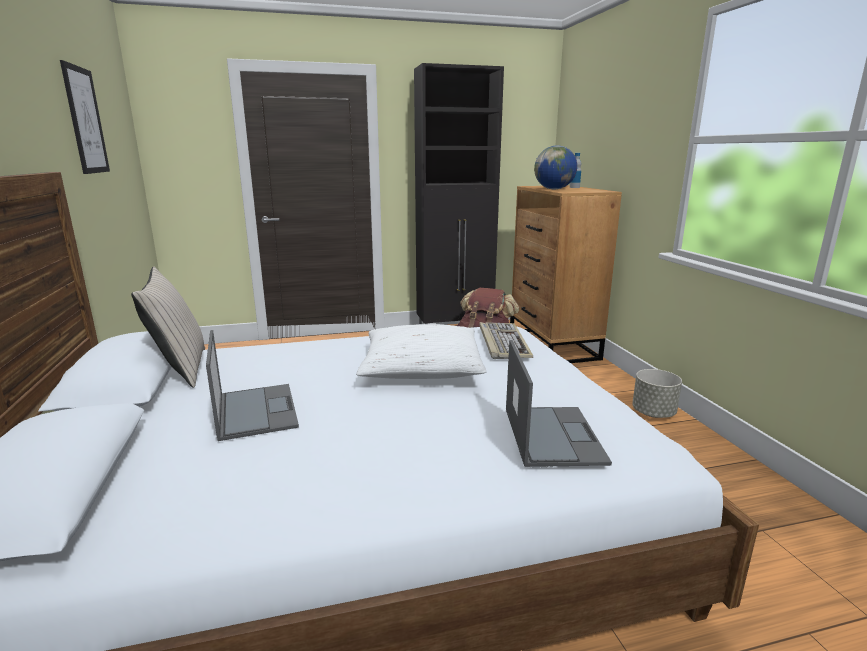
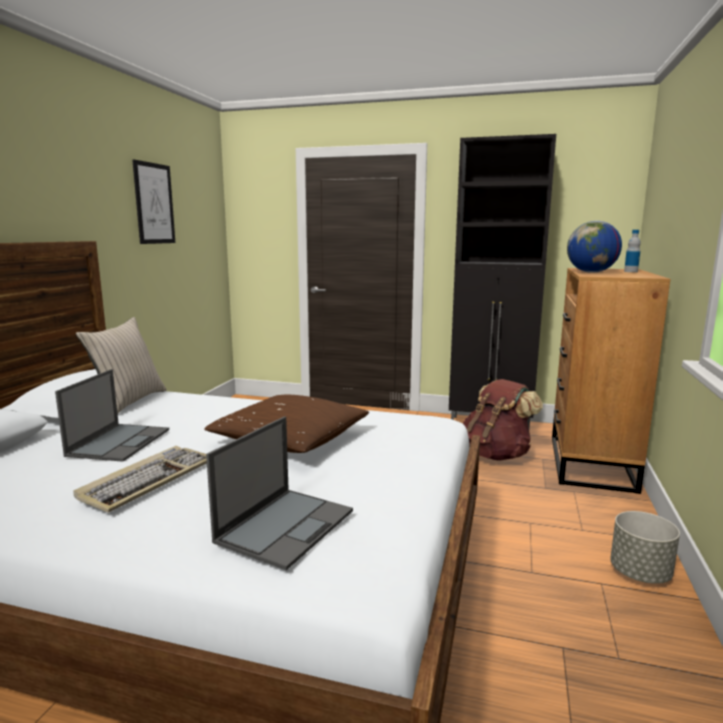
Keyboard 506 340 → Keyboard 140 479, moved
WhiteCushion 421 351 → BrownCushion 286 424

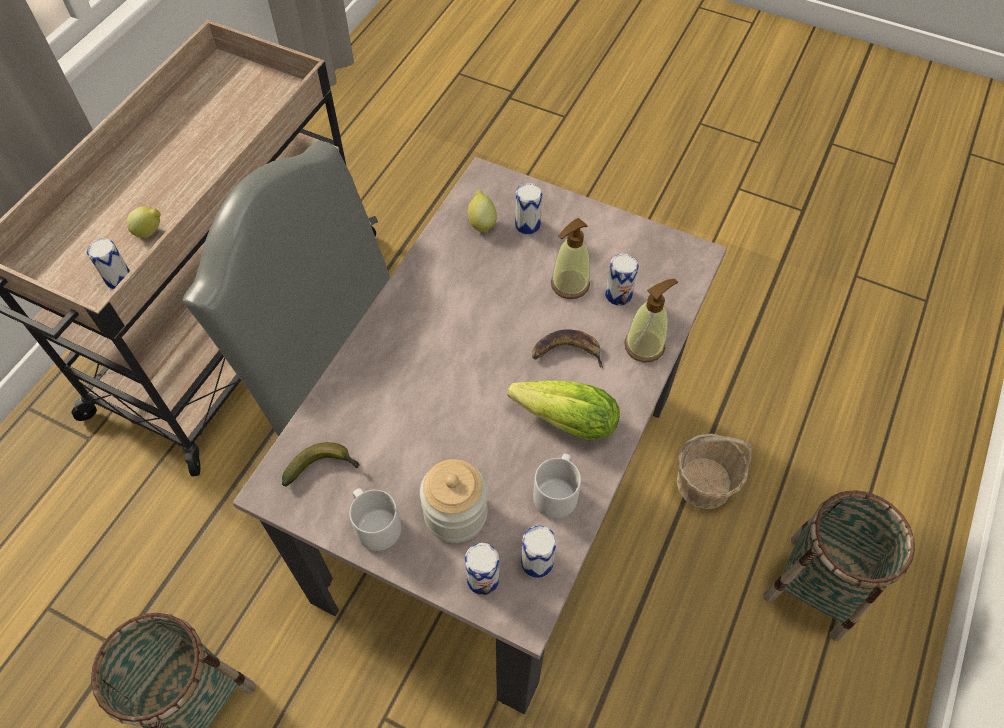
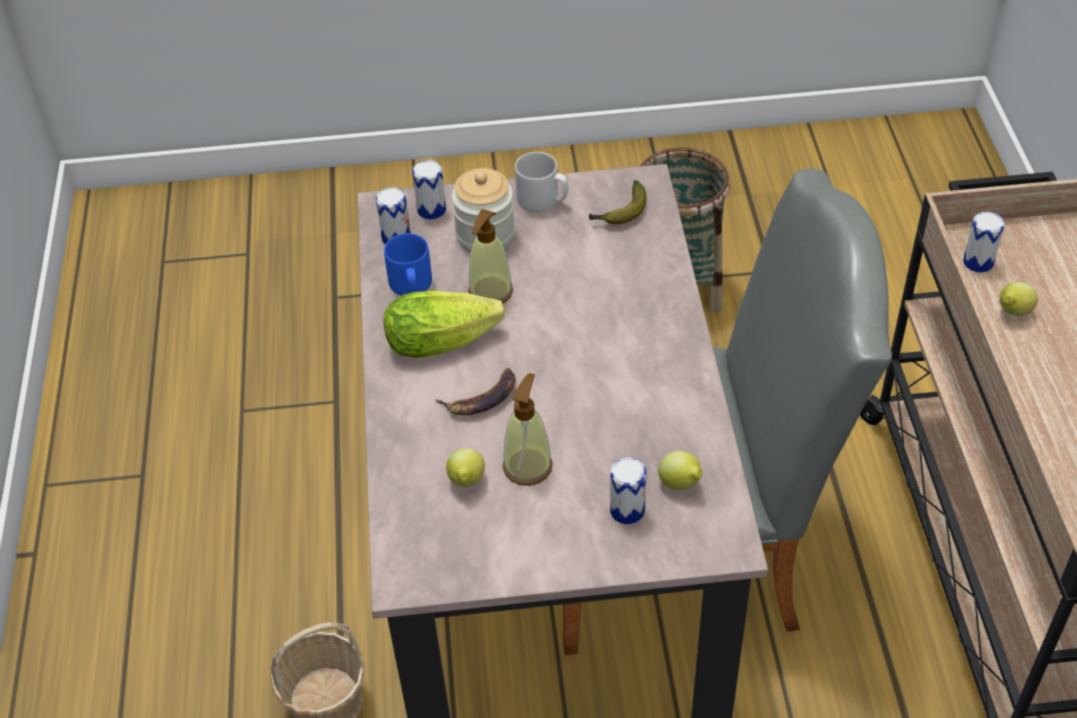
SealedCan 622 280 → CitrusFruit 465 467
SoapDispenser 651 320 → SoapDispenser 490 256, moved
GrayTeaMug 557 486 → BlueColouredTeaMug 408 264
StorageBasket 839 565 → -

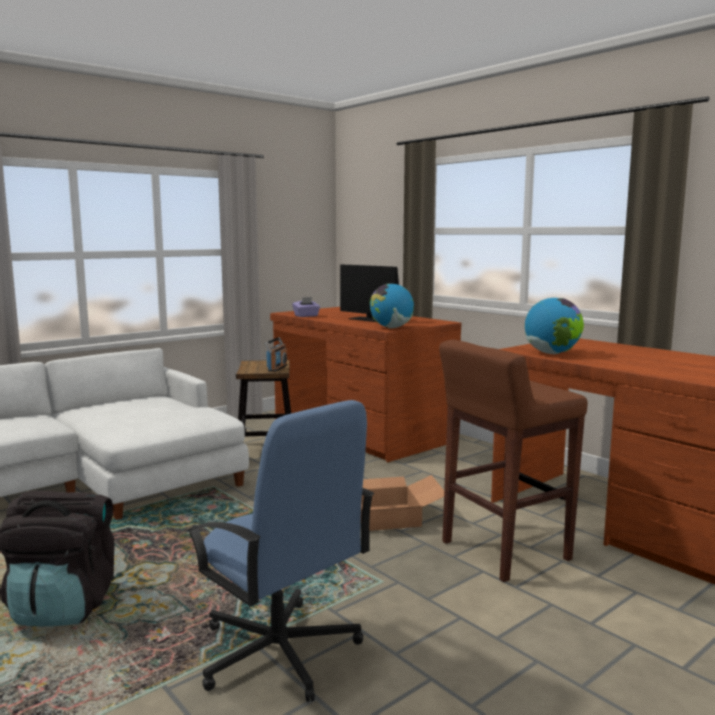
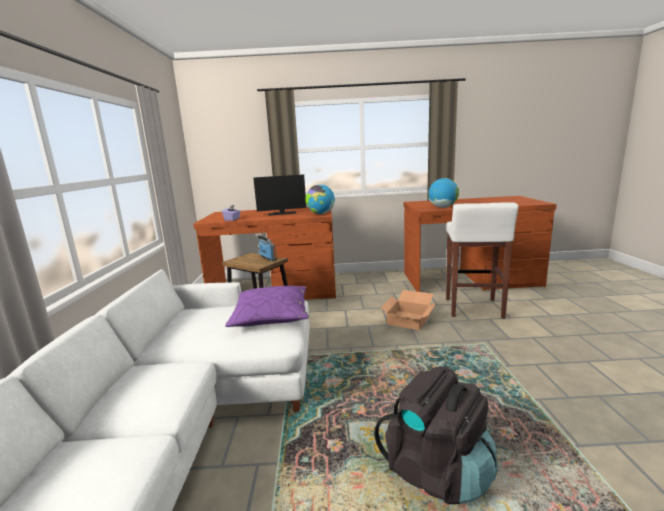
BrownSittingStool 513 461 → WhiteSittingStool 482 260
BlueColouredDeskChair 280 551 → -
- → PurplishCushion 266 306

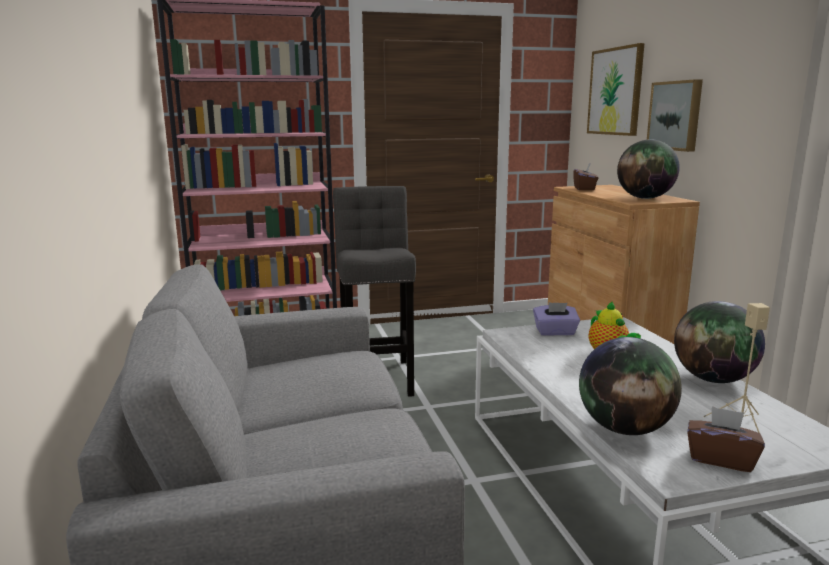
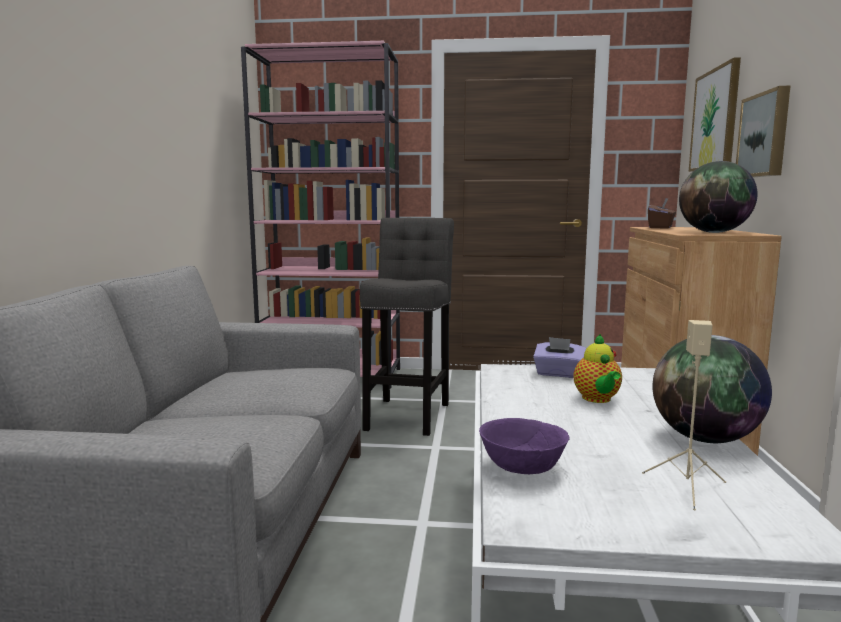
Globe 630 386 → PurplishServingBowl 524 446
BrownBoxOfTissues 726 439 → -

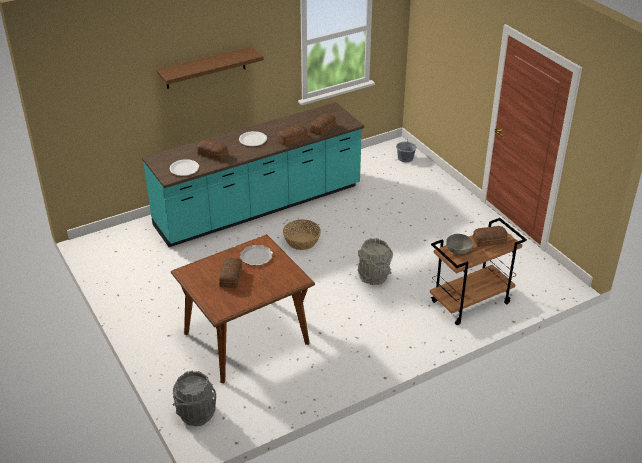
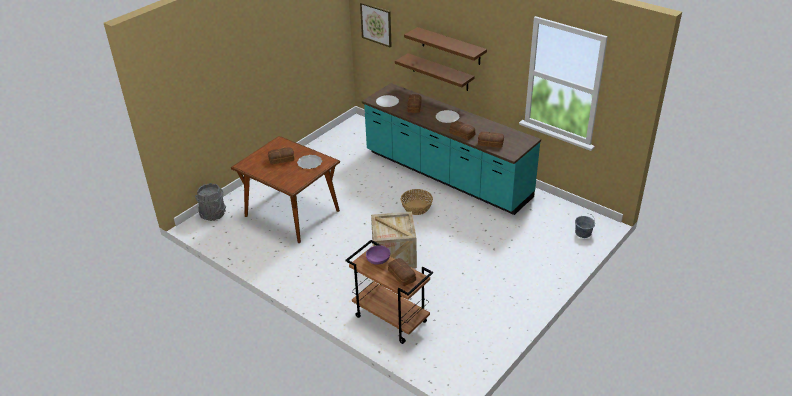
GrayServingBowl 460 244 → PurplishServingBowl 378 255
GrayBucket 375 261 → Crate 394 240
- → WallArt 376 24
- → BrownBracketShelf 435 72

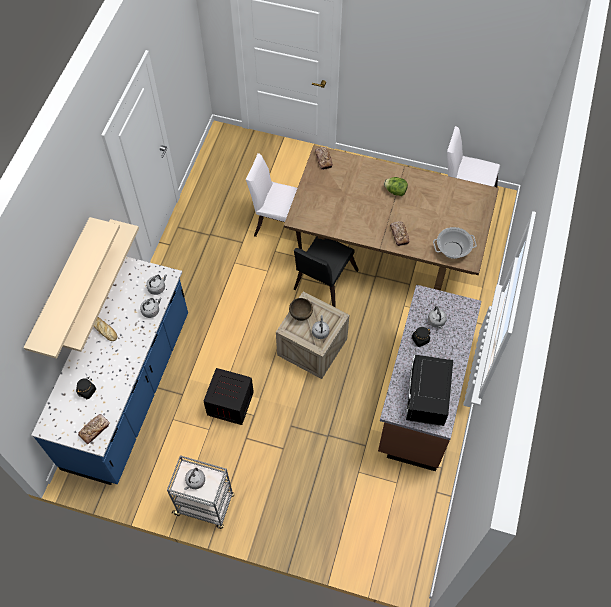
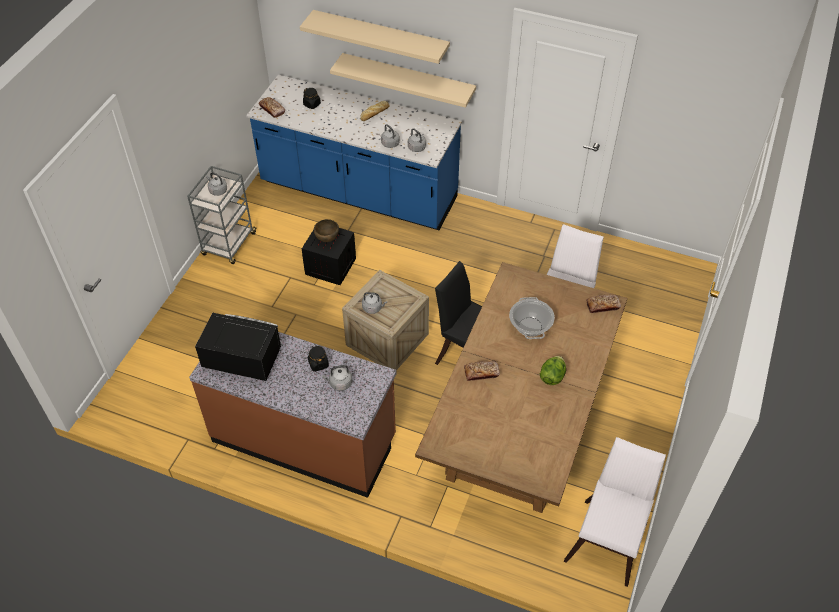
Stockpot 455 243 → Stockpot 532 318, moved
BrownServingBowl 301 309 → BrownServingBowl 326 230, moved

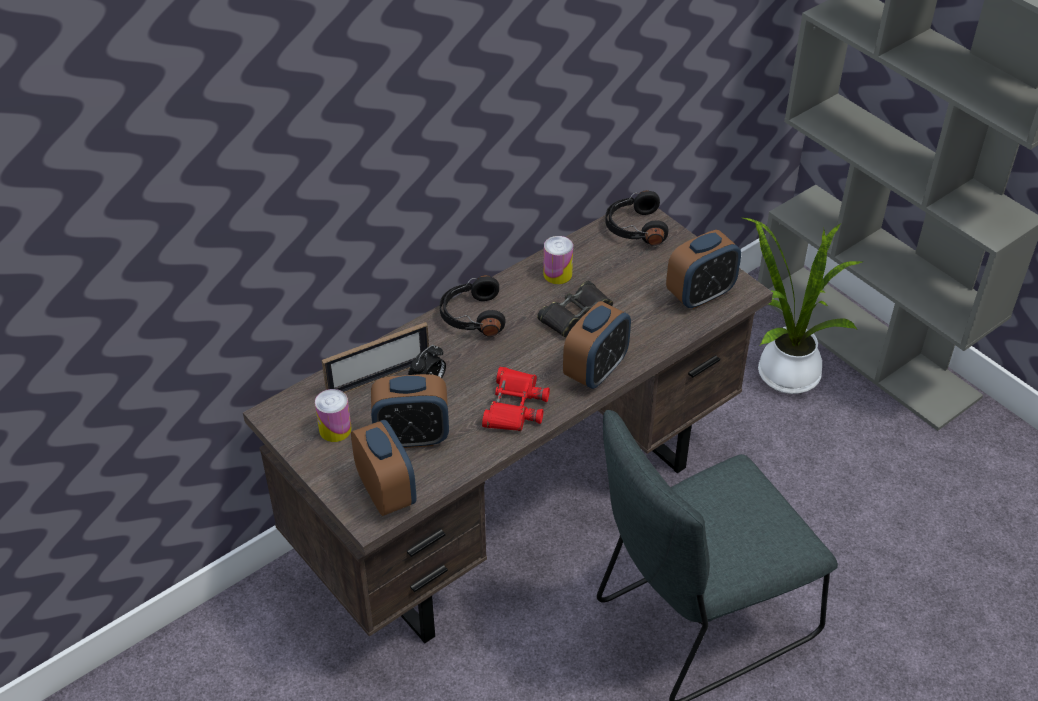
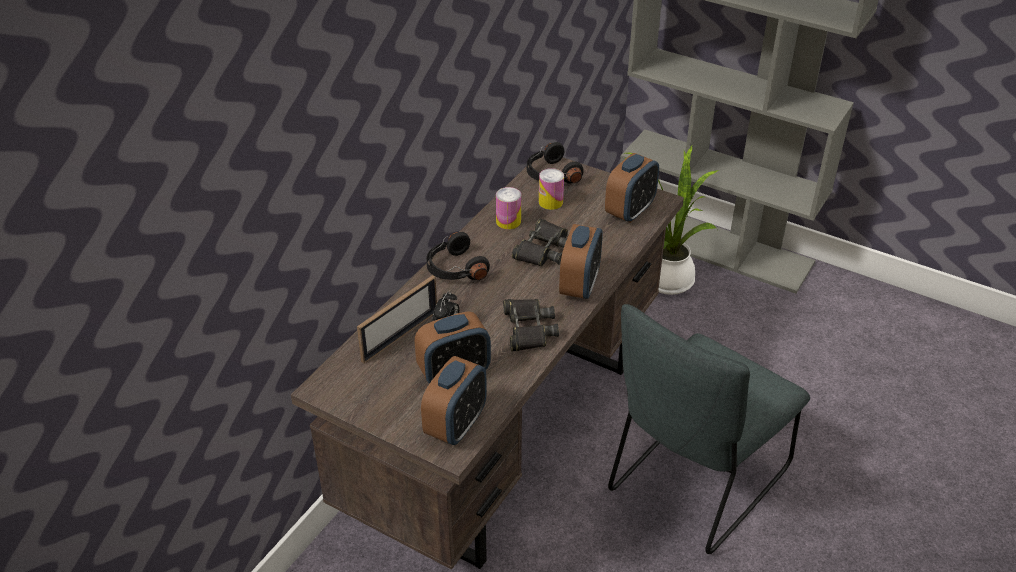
RedColouredPairOfBinoculars 516 399 → BlackPairOfBinoculars 531 325
SealedCan 333 415 → SealedCan 551 189, moved
TableClock 384 468 → TableClock 454 400, 75 degrees clockwise

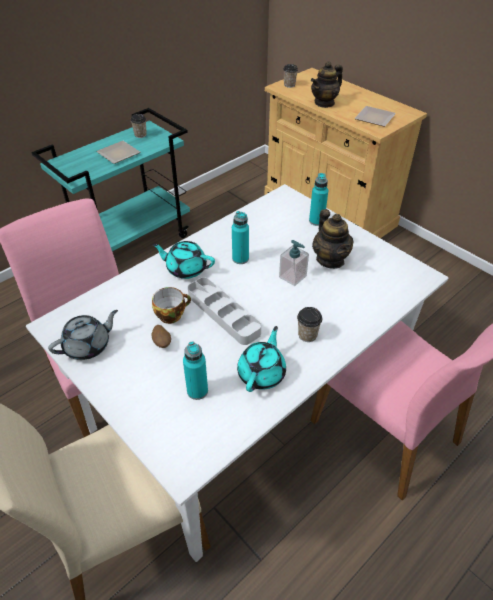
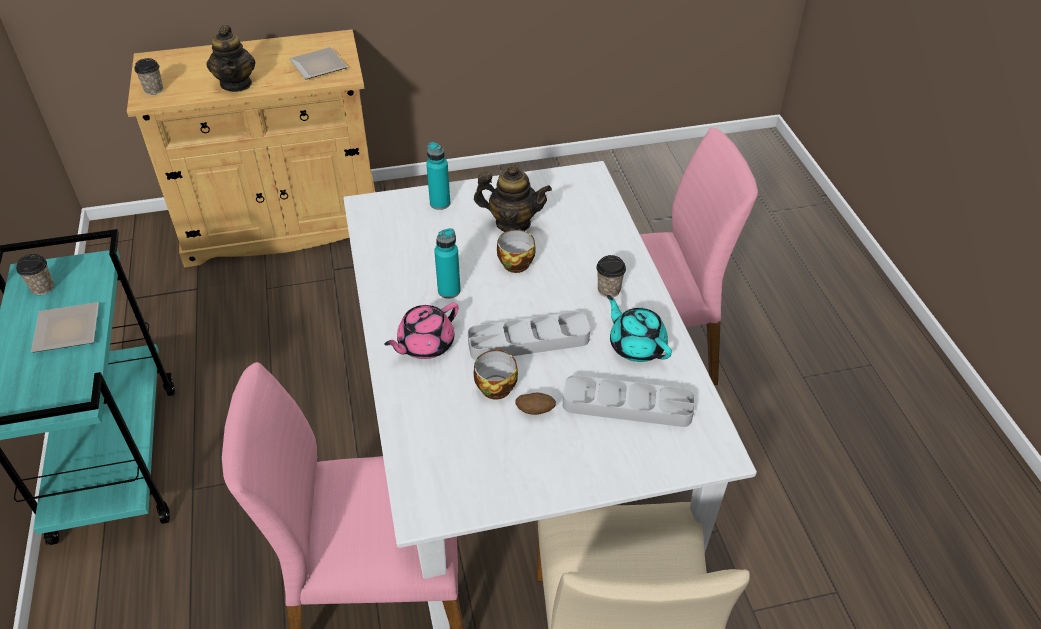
SoapDispenser 294 263 → SmallCup 516 251
TurquoiseTeaPot 183 260 → PinkColouredTeaPot 421 331
GrayTeaPot 83 335 → -
TurquoiseBottle 195 370 → GrayCarryingTray 629 401

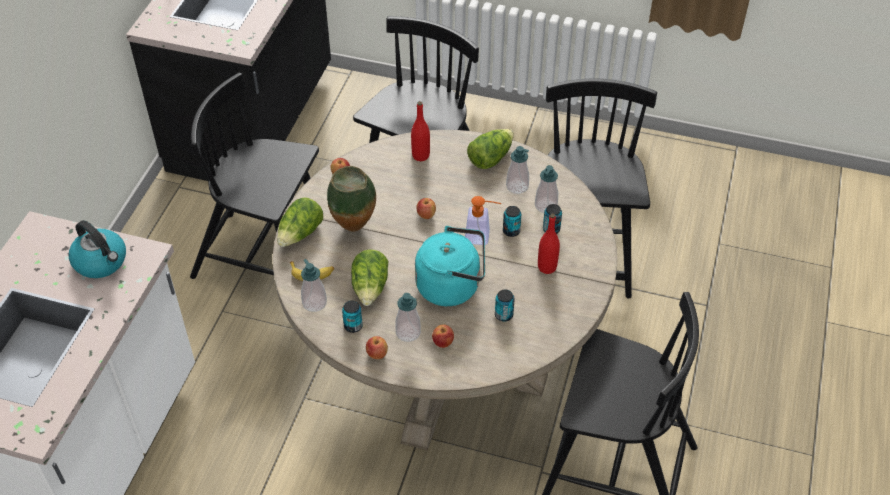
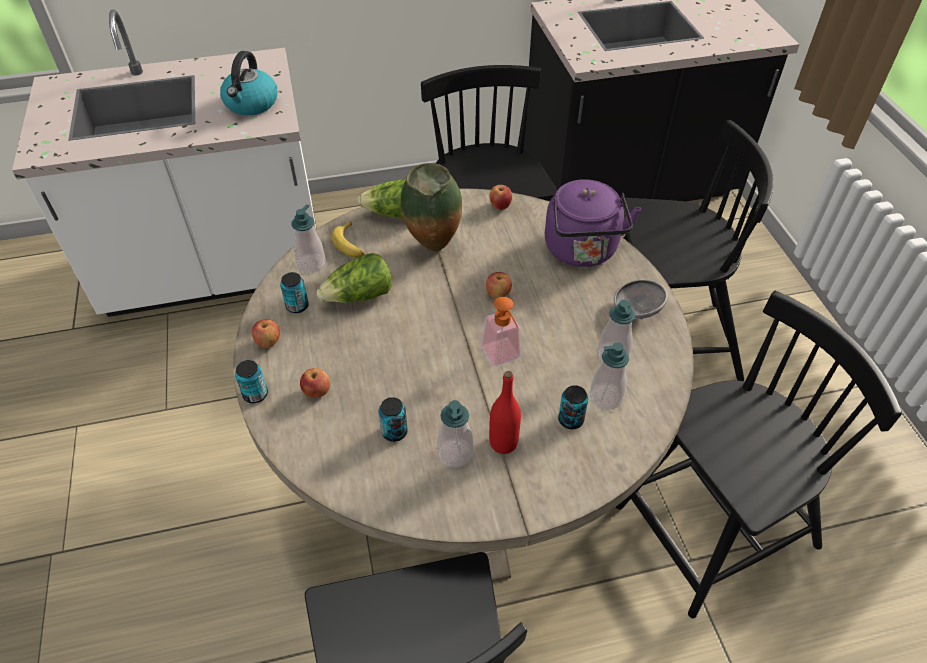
RedColouredBottle 420 131 → PurplishKettle 593 223
Lettuce 490 149 → GrayServingBowl 641 299
SealedCan 512 221 → SealedCan 251 381, moved
TurquoiseKettle 450 266 → -
SoapDispenser 408 317 → SoapDispenser 455 434, moved

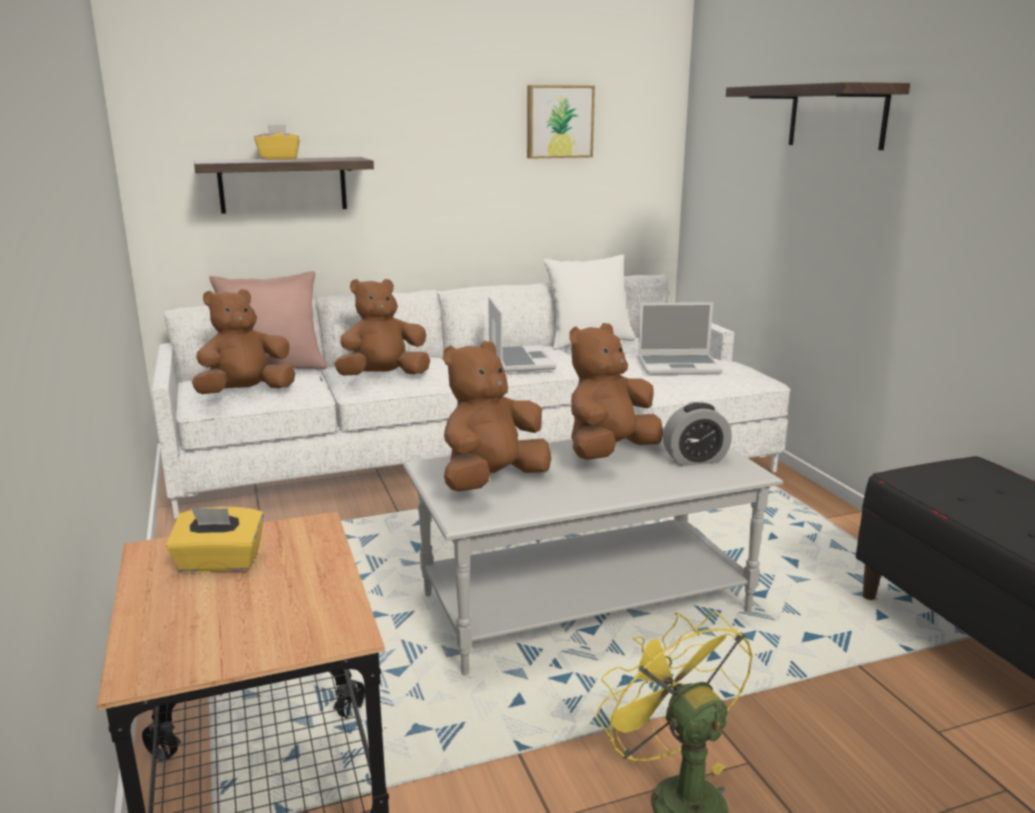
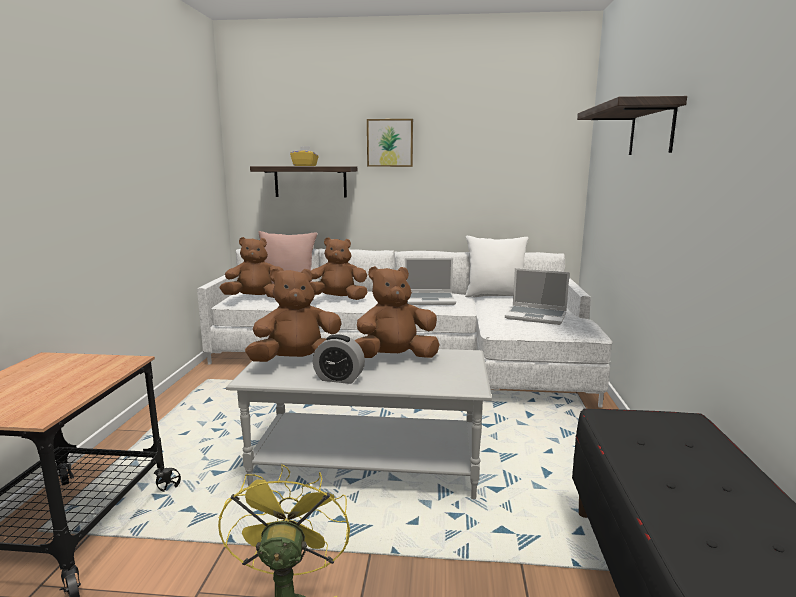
WallArt 561 122 → WallArt 390 143, moved
PortableComputer 522 334 → PortableComputer 430 281, 75 degrees clockwise
TableClock 697 434 → TableClock 339 359, moved
YellowishBoxOfTissues 215 539 → -

